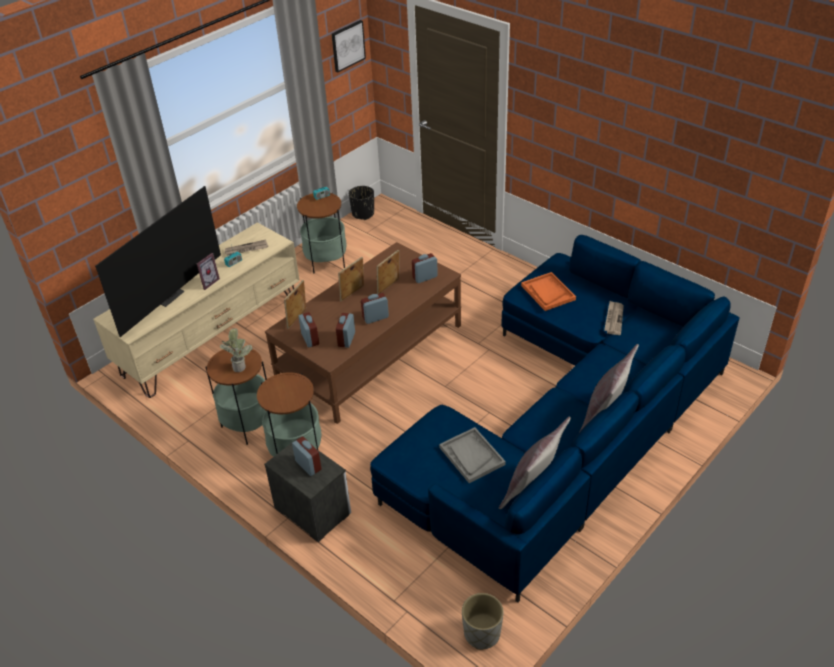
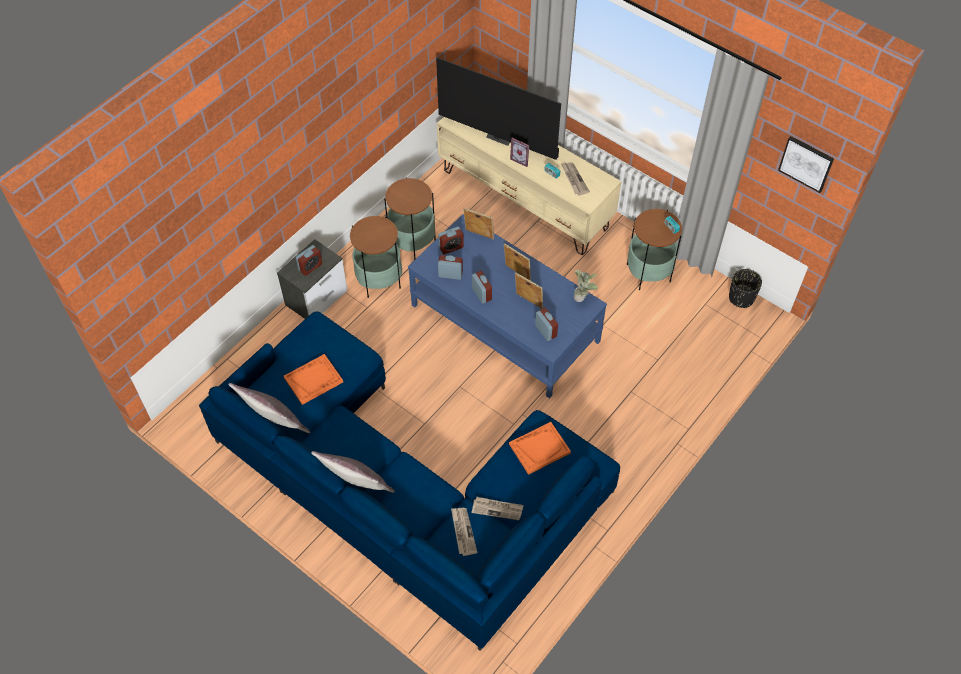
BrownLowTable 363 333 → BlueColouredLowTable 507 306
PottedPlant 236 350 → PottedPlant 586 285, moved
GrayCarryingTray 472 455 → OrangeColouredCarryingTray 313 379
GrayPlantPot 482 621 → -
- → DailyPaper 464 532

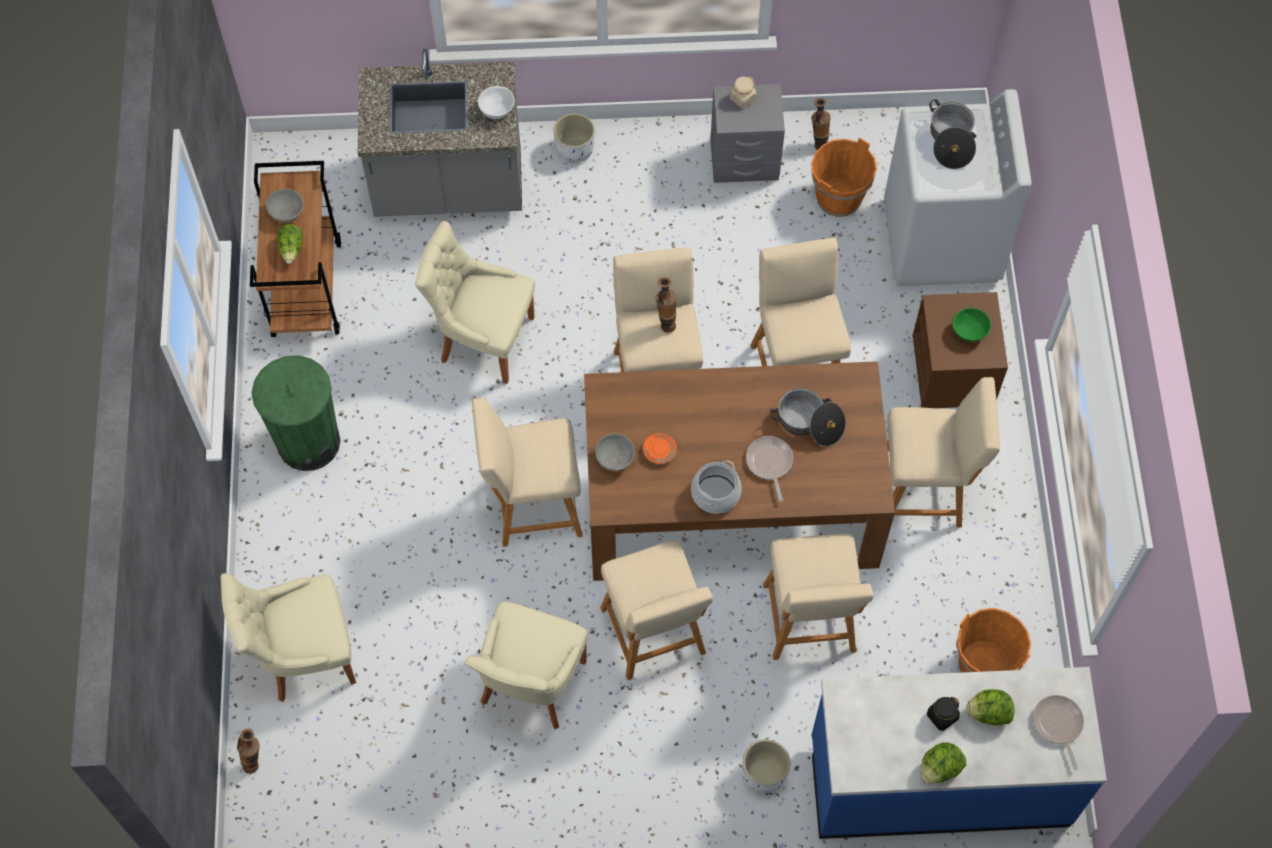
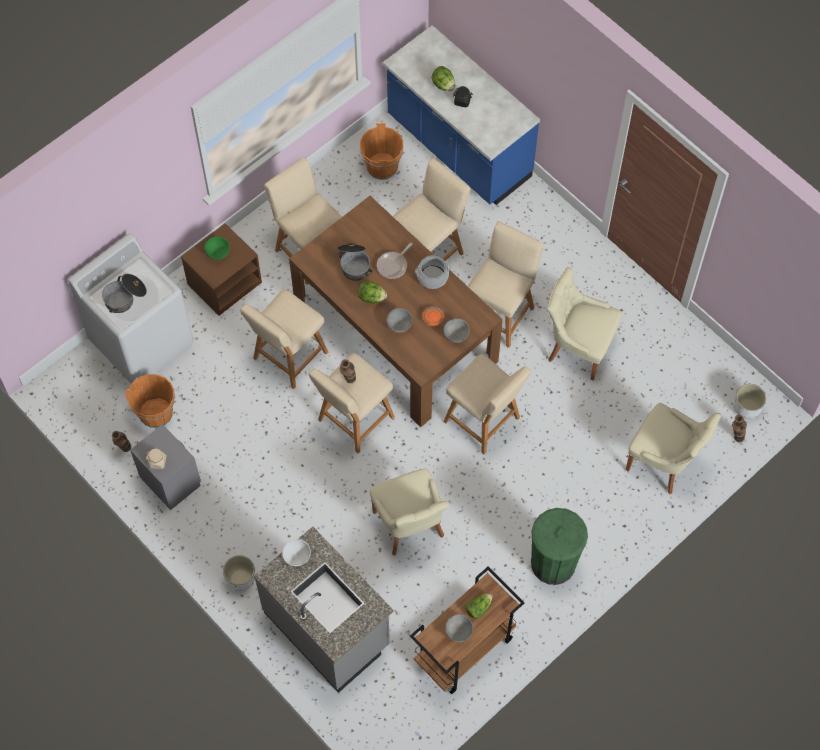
SandColouredChair 526 665 → SandColouredChair 584 324, 135 degrees counterclockwise
Skillet 1058 732 → -
WhitePlantPot 766 766 → WhitePlantPot 750 401, moved
Lettuce 943 763 → Lettuce 372 292, moved
- → GrayServingBowl 400 320

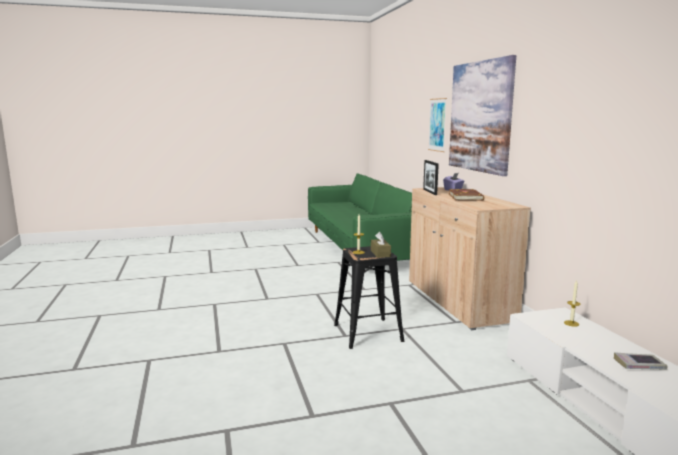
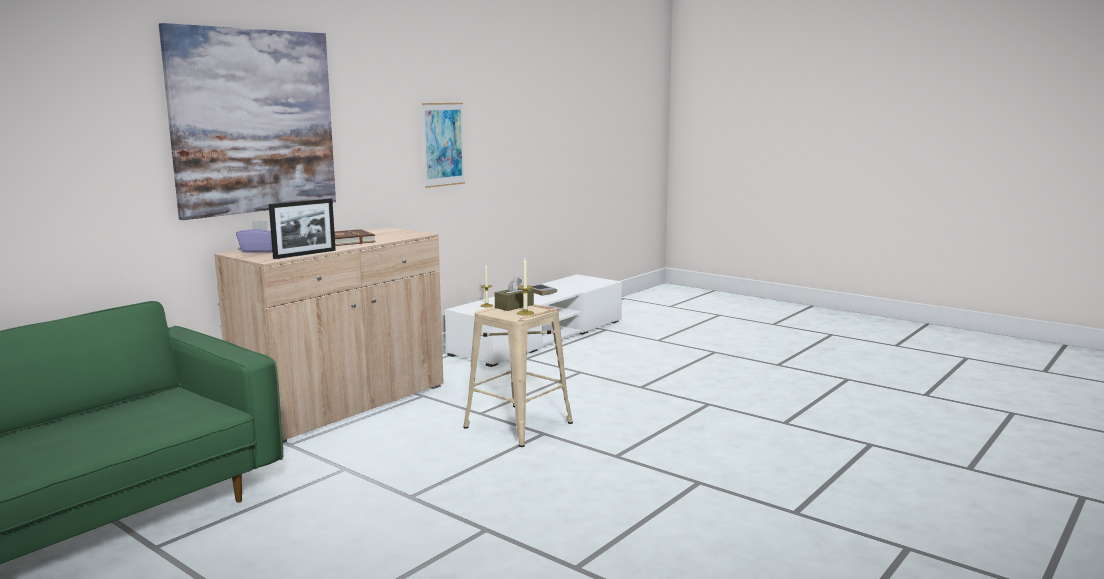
WallArt 437 125 → WallArt 443 145, moved
BlackSittingStool 369 297 → SandColouredSittingStool 518 375

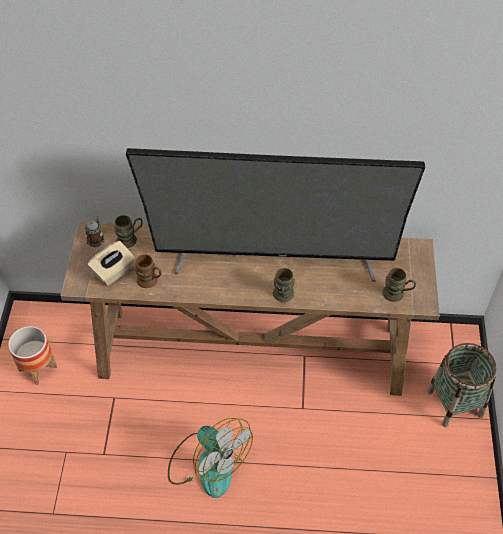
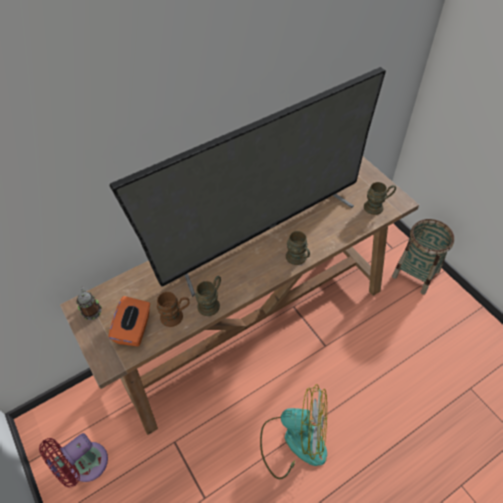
BrownTeaMug 128 231 → BrownTeaMug 208 296, moved
SandColouredBoxOfTissues 111 263 → OrangeColouredBoxOfTissues 129 321
PlantPot 32 355 → RedColouredElectricFan 73 460

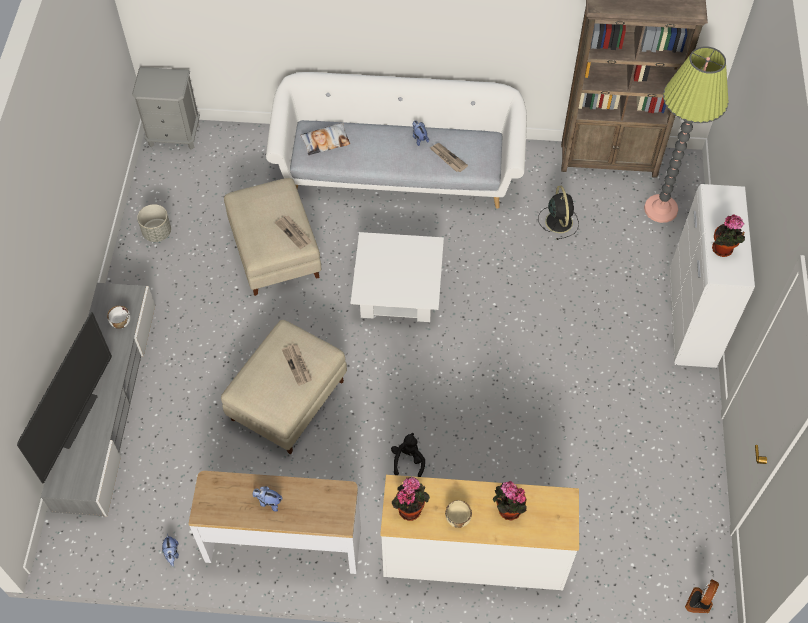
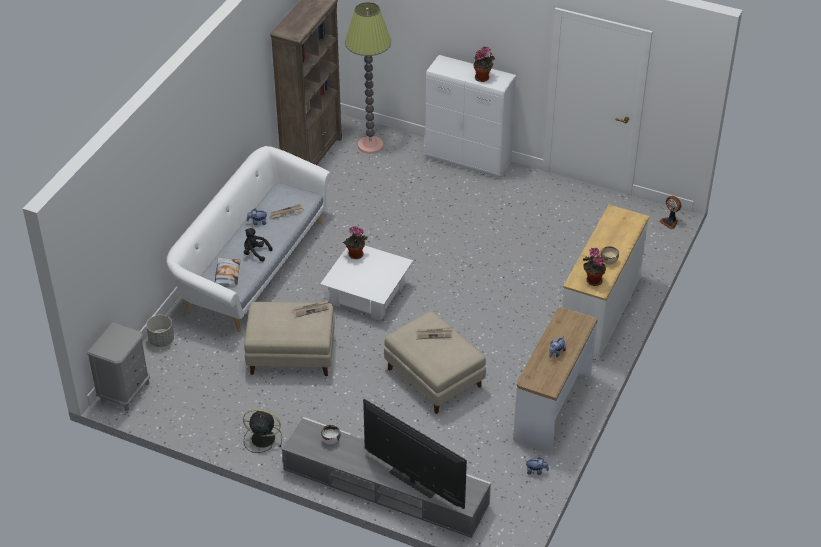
BlackElectricFan 558 213 → BlackElectricFan 262 431, moved
GrayPlantPot 154 223 → GrayPlantPot 160 331, moved
BlackSoftToy 408 455 → BlackSoftToy 258 245, moved
PottedPlant 510 500 → PottedPlant 355 242, moved

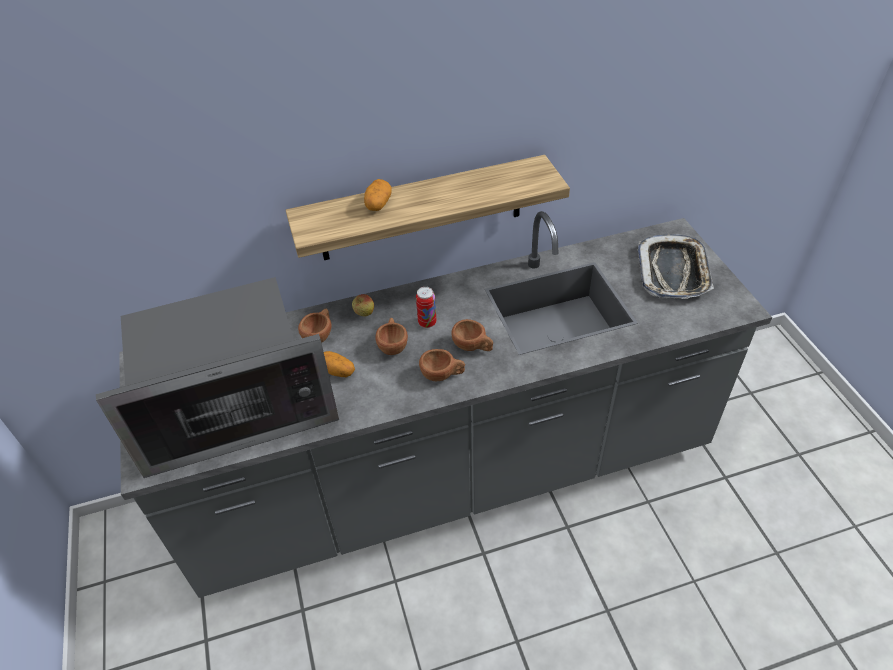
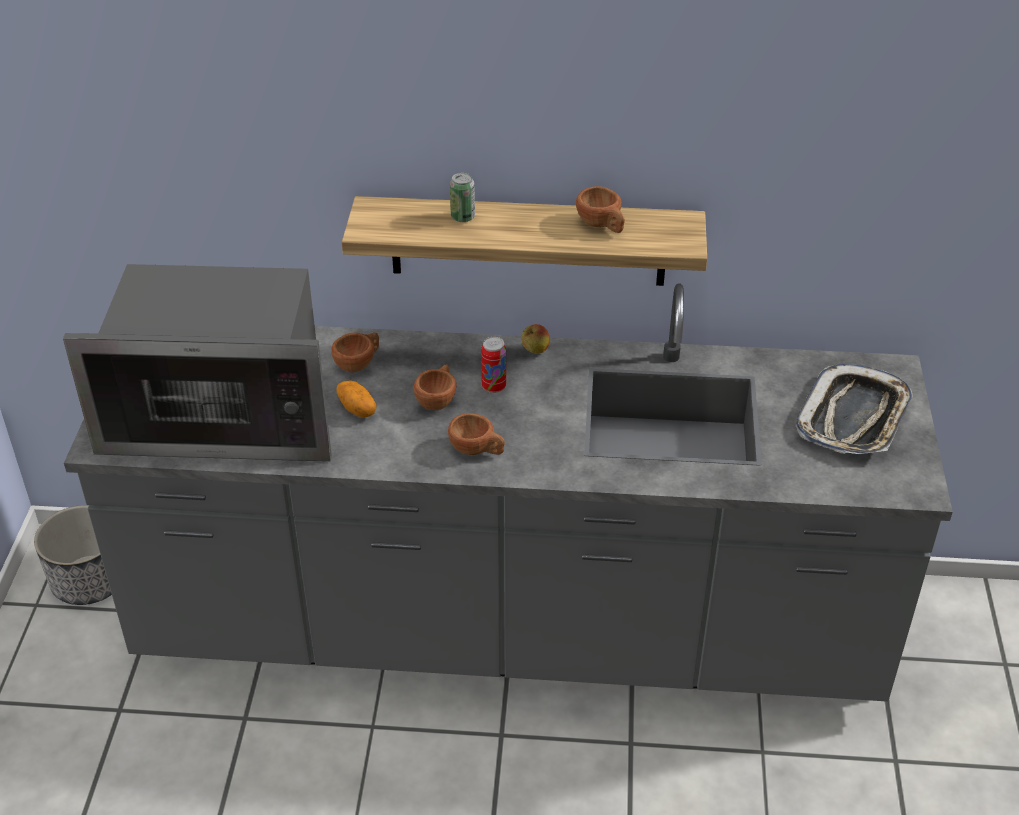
Potato 378 195 → SealedCan 462 197
AppleFruit 363 305 → AppleFruit 535 339, moved
BrownSmallCup 472 335 → BrownSmallCup 600 209, moved
- → PlantPot 73 555

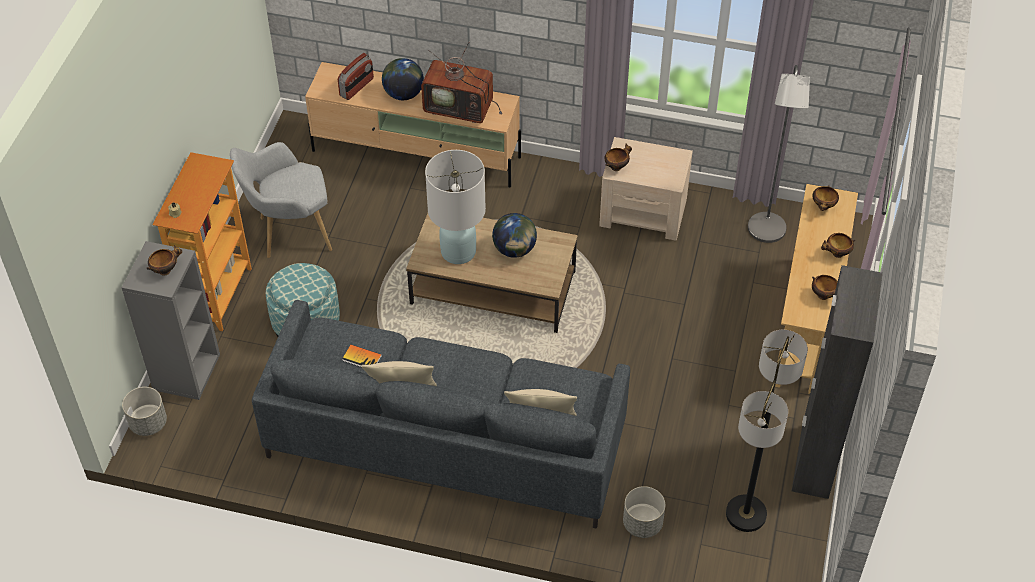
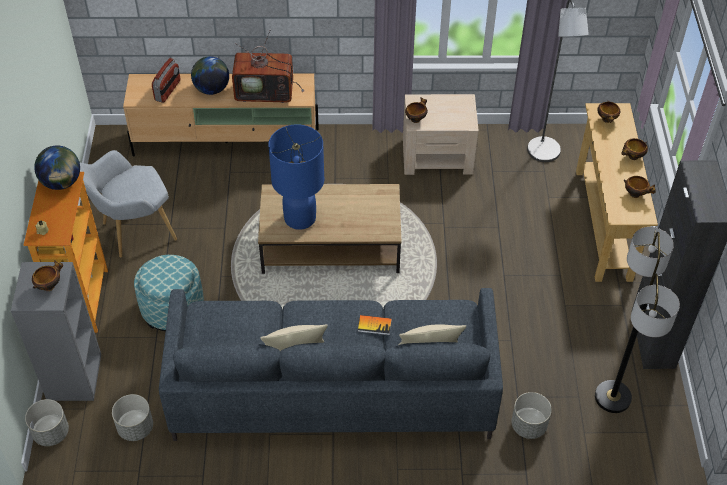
WhiteLampForATable 455 207 → BlueColouredLampForATable 296 177
Globe 514 235 → Globe 57 167, moved
Volume 362 356 → Volume 375 325, moved
- → GrayPlantPot 132 417

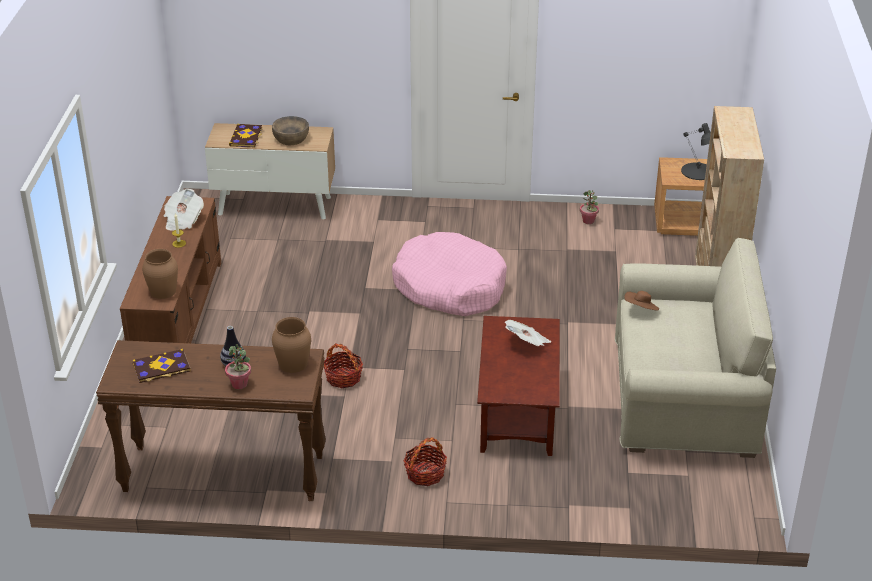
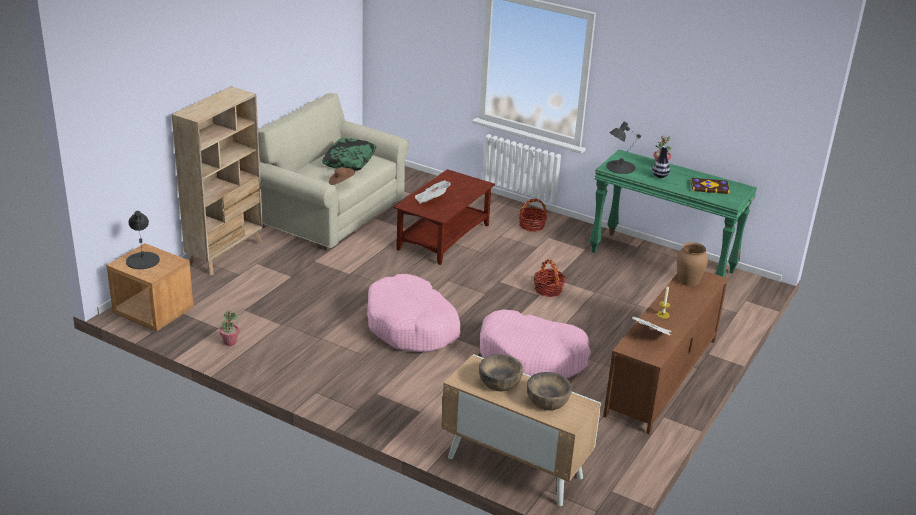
Volume 246 135 → BrownServingBowl 549 391
BrownDecorativeVase 291 345 → BlackLampForATable 623 147
BrownConsoleTable 211 420 → GreenishConsoleTable 673 213
- → Cushion 349 154
- → PinkColouredDogBed 535 343

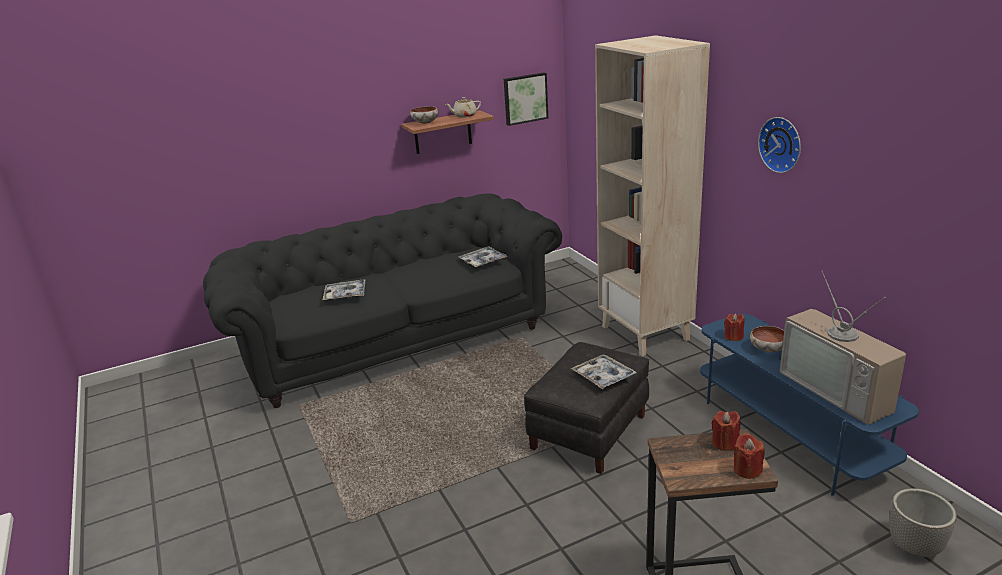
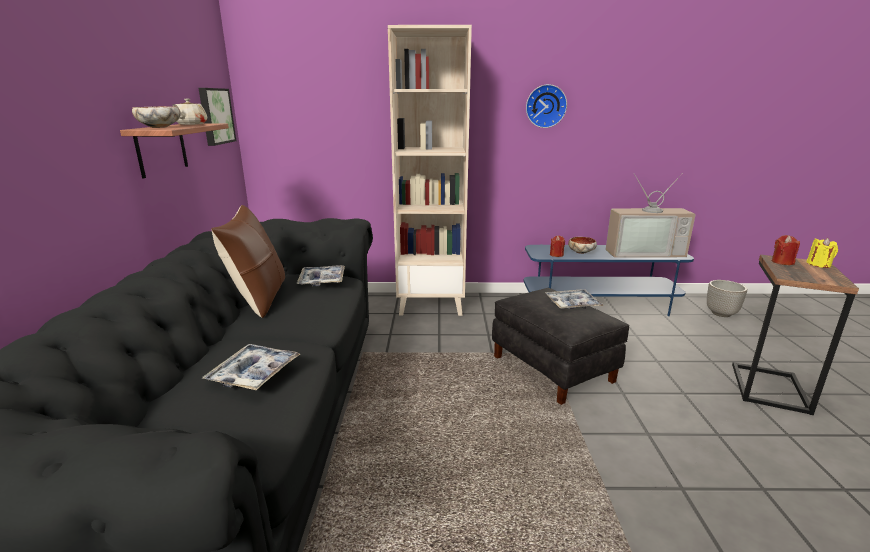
RedColouredCandle 749 456 → YellowishCandle 822 253
- → BrownCushion 248 261

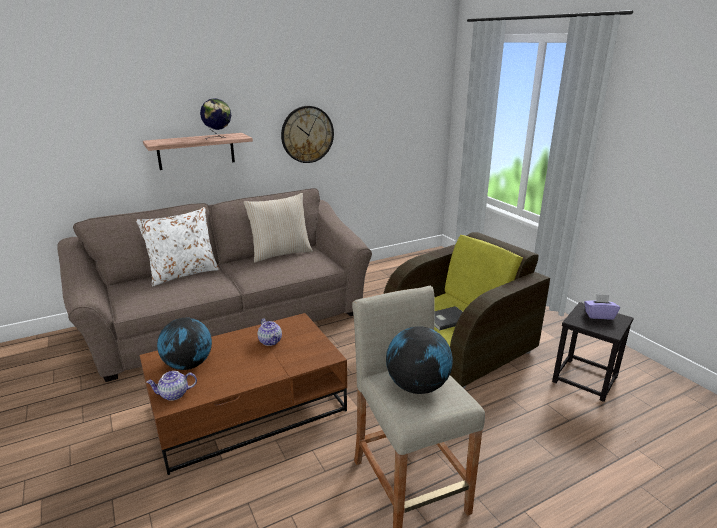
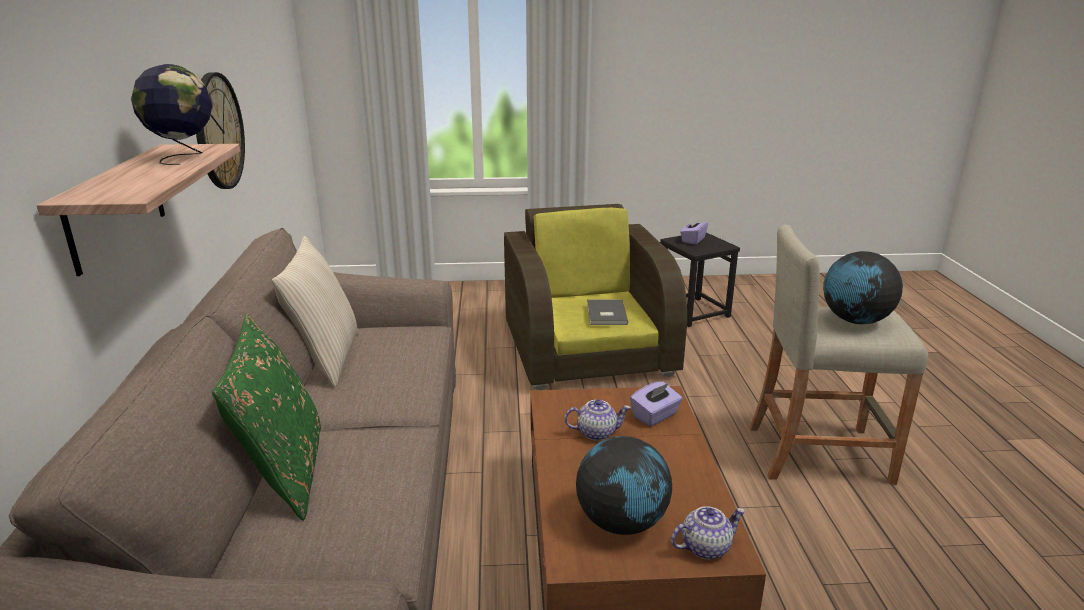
WhiteCushion 178 246 → GreenishCushion 266 417
TeaPot 171 386 → TeaPot 708 533, 120 degrees counterclockwise
- → PurplishBoxOfTissues 656 403

